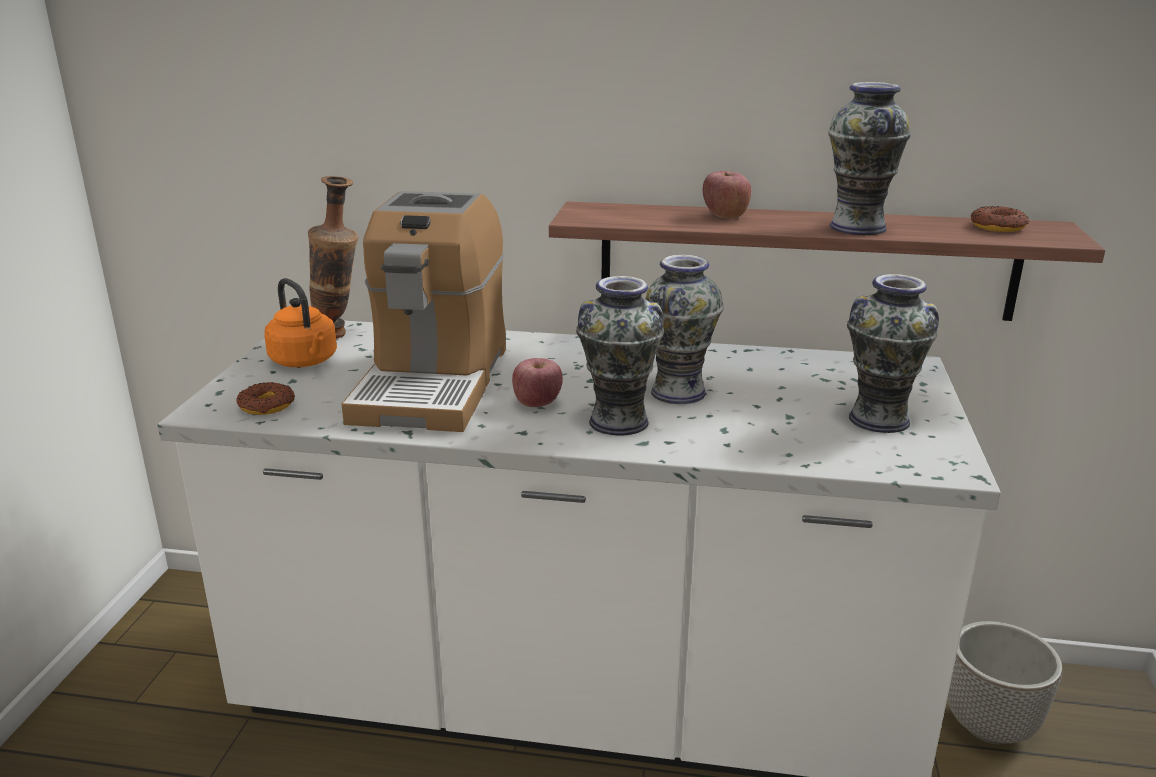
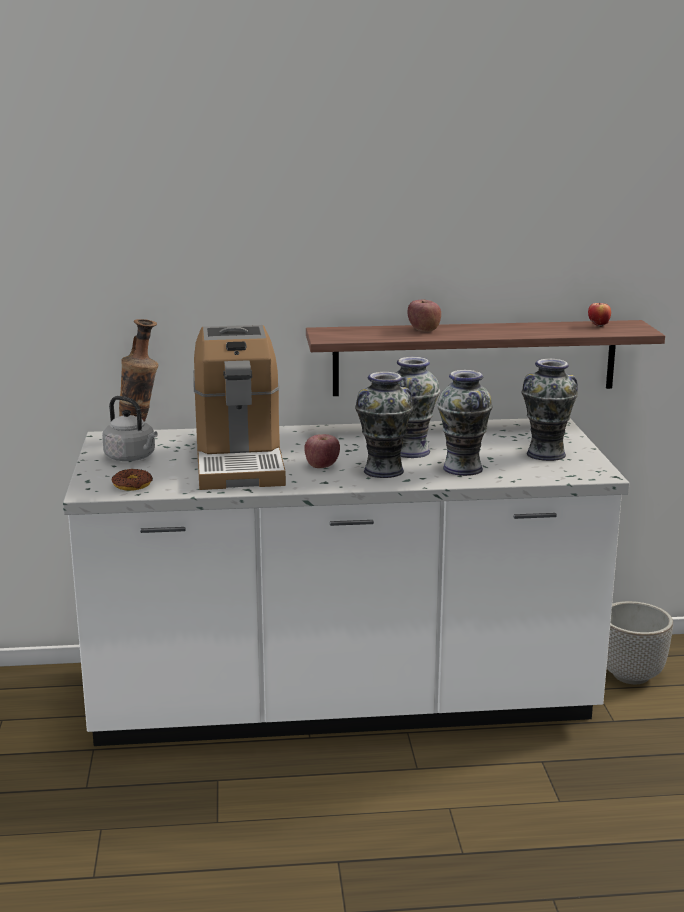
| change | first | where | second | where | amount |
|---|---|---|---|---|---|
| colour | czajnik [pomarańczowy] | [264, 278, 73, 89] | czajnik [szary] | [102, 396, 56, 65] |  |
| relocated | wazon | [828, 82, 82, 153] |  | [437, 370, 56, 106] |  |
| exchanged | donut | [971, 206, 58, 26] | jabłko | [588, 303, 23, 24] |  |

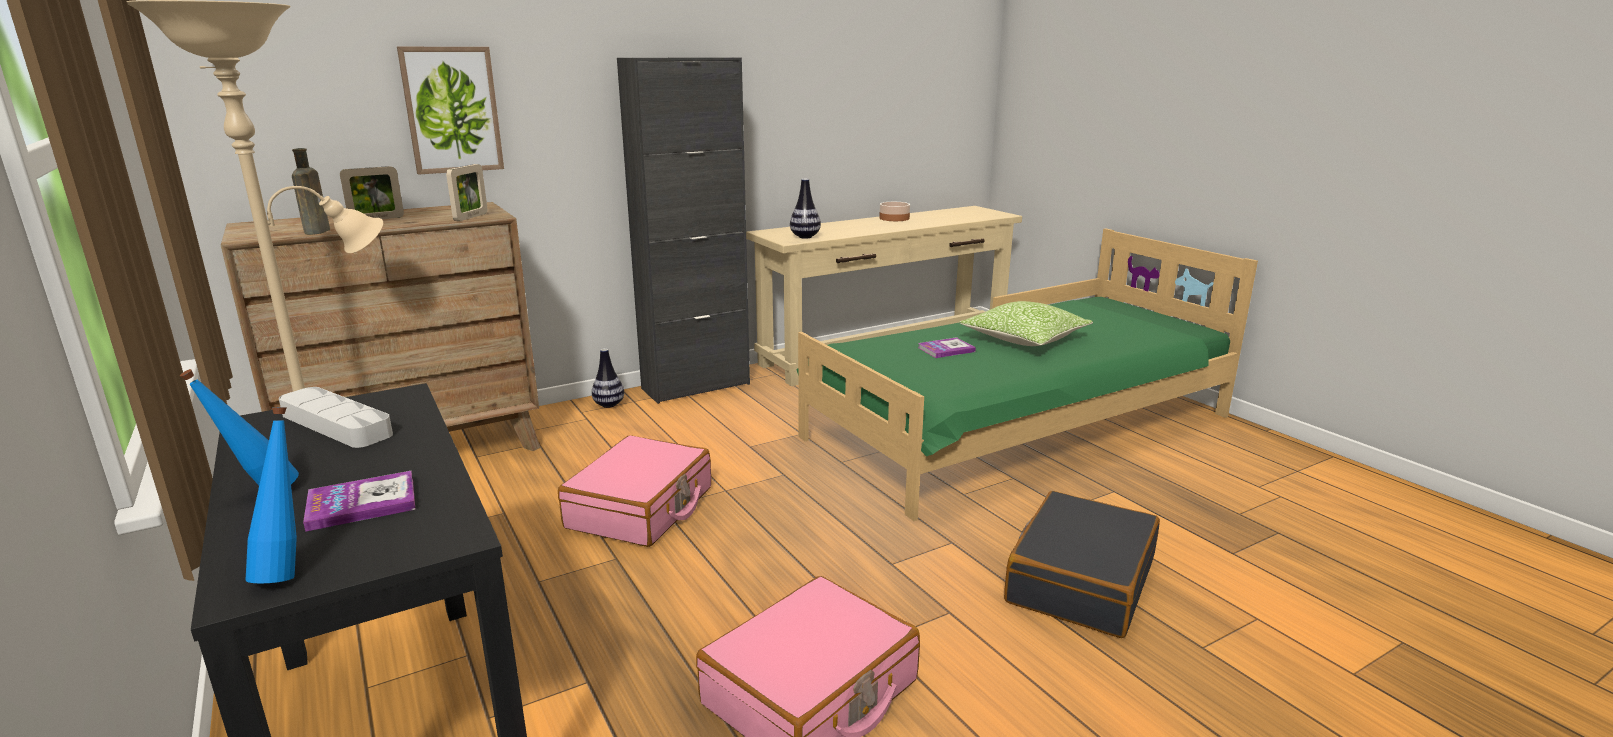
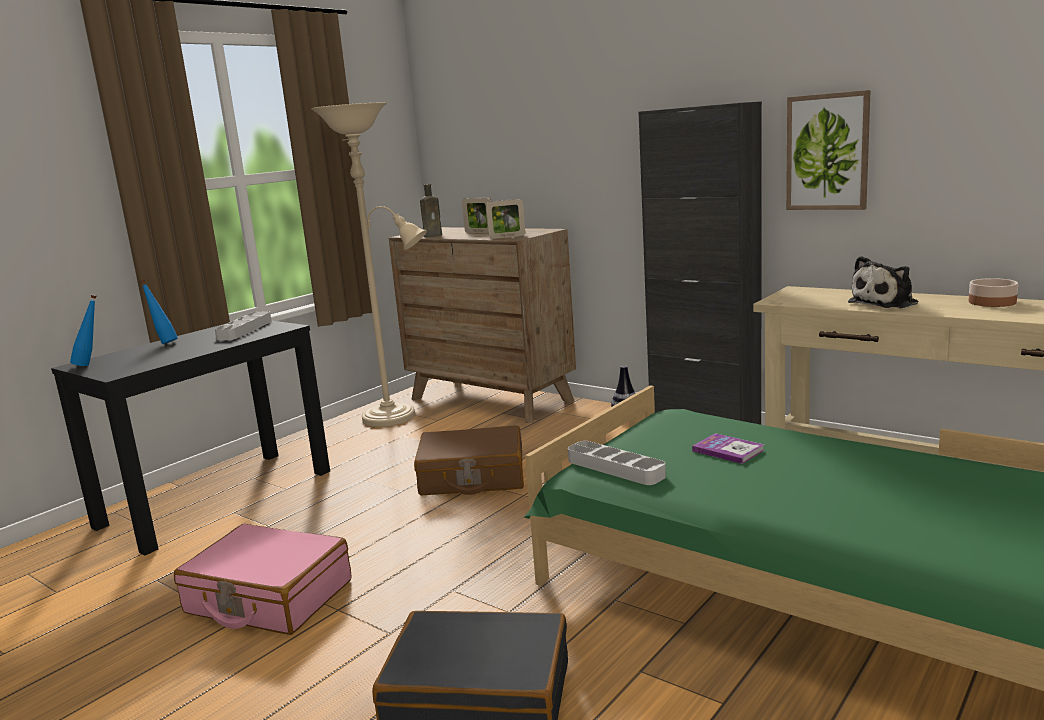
| change | first | where | second | where | amount |
|---|---|---|---|---|---|
| colour | walizka [różowy] | [558, 435, 153, 112] | walizka [brązowy] | [414, 425, 110, 70] |  |
| appeared |  |  | taca [szary] | [568, 441, 98, 44] |  |
| relocated | obraz | [397, 47, 107, 128] |  | [786, 90, 85, 120] |  |
| appeared |  |  | pluszak | [848, 256, 70, 52] |  |
| missing | książka | [303, 471, 113, 61] |  |  |  |
| missing | wazon | [790, 179, 31, 60] |  |  |  |
| missing | poduszka | [959, 301, 134, 45] |  |  |  |

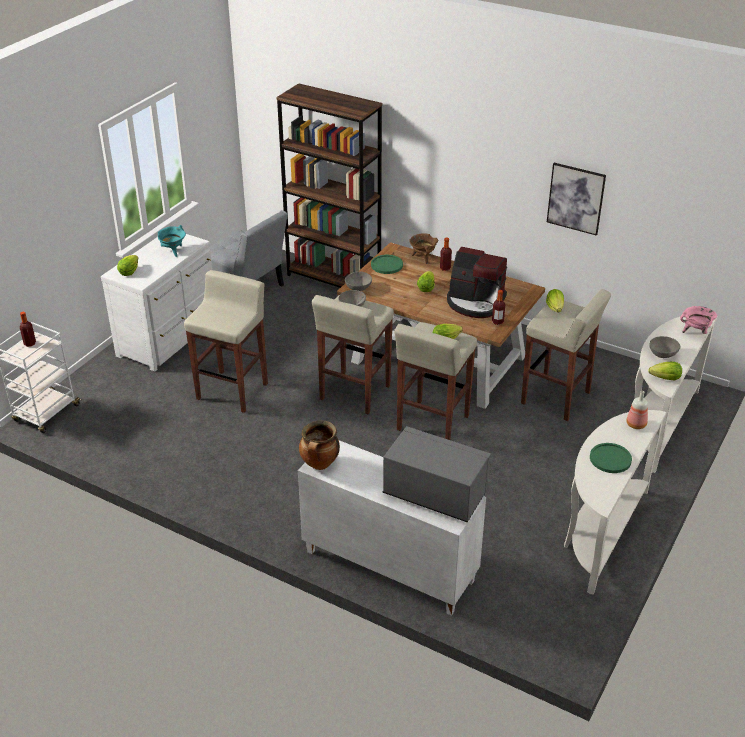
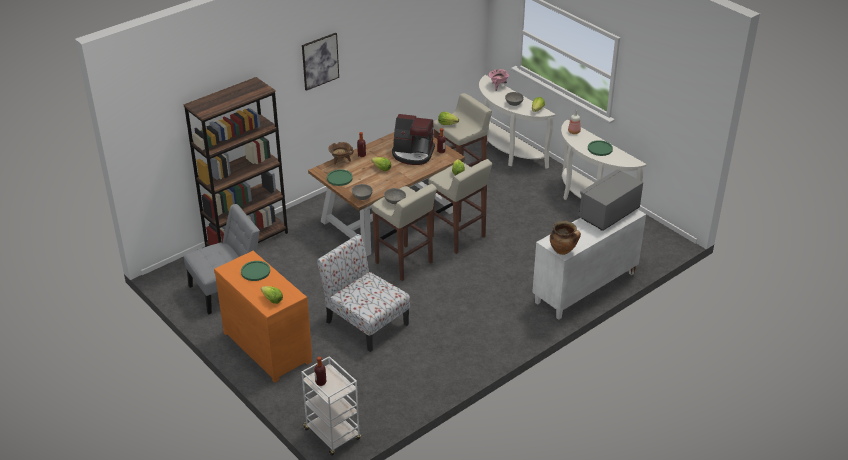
| change | first | where | second | where | amount |
|---|---|---|---|---|---|
| colour | komoda [biały] | [101, 234, 111, 137] | komoda [pomarańczowy] | [214, 251, 98, 132] |  |
| exchanged | garnek [turkusowy] | [158, 225, 28, 32] | talerz [zielony] | [241, 261, 29, 20] |  |
| relocated | obraz | [547, 163, 59, 73] |  | [302, 33, 37, 58] |  |
| exchanged | stołek [beżowy] | [184, 270, 84, 143] | krzesło | [317, 234, 93, 118] |  |
| spun | ekspres do kawy | [447, 247, 60, 71] |  | [392, 114, 43, 51] | 60 degrees clockwise |

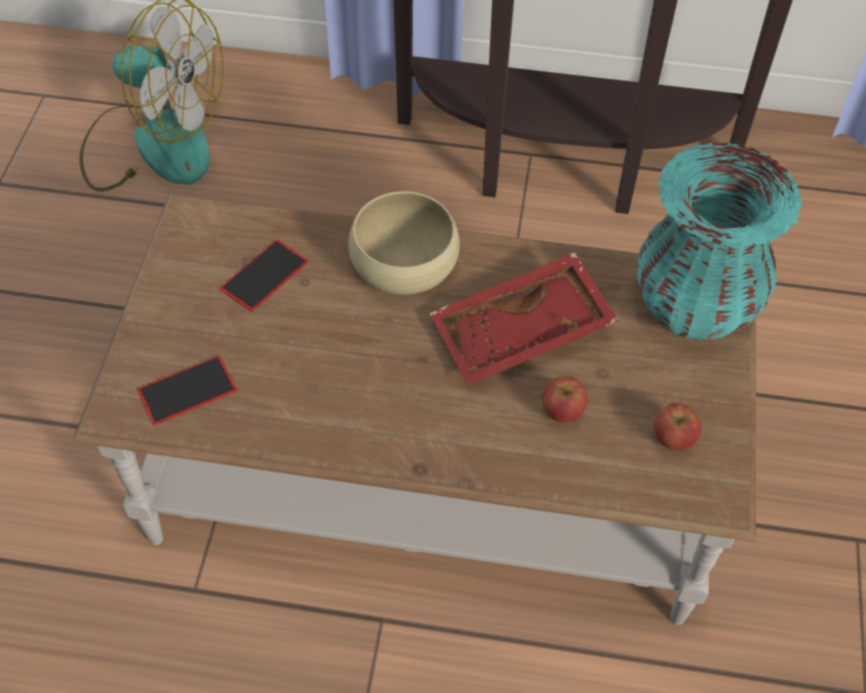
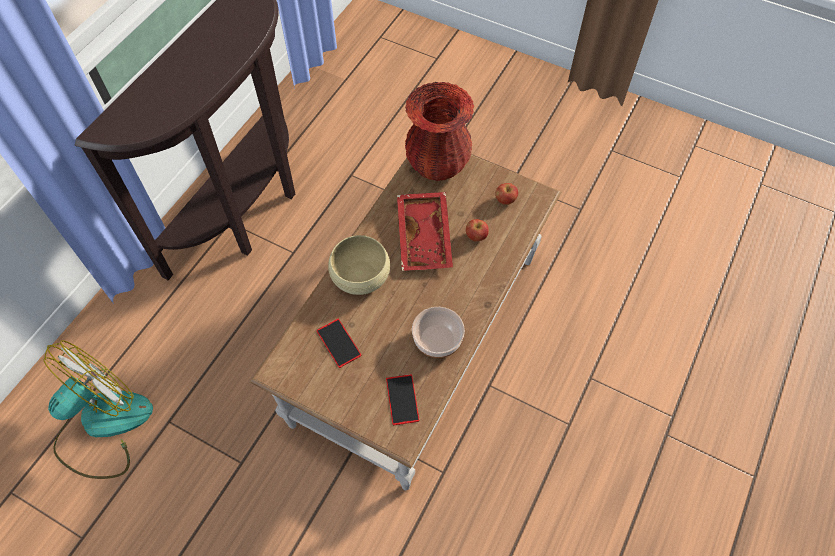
| change | first | where | second | where | amount |
|---|---|---|---|---|---|
| colour | wazon [turkusowy] | [637, 142, 166, 198] | wazon [czerwony] | [405, 82, 69, 99] |  |
| appeared |  |  | miska | [412, 307, 53, 51] |  |

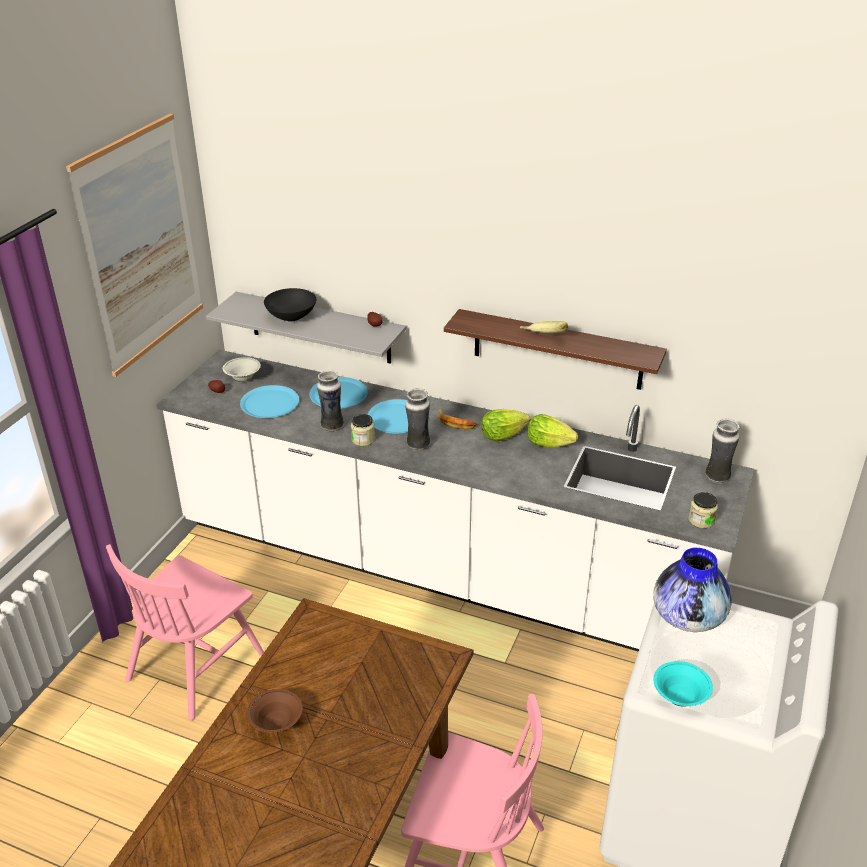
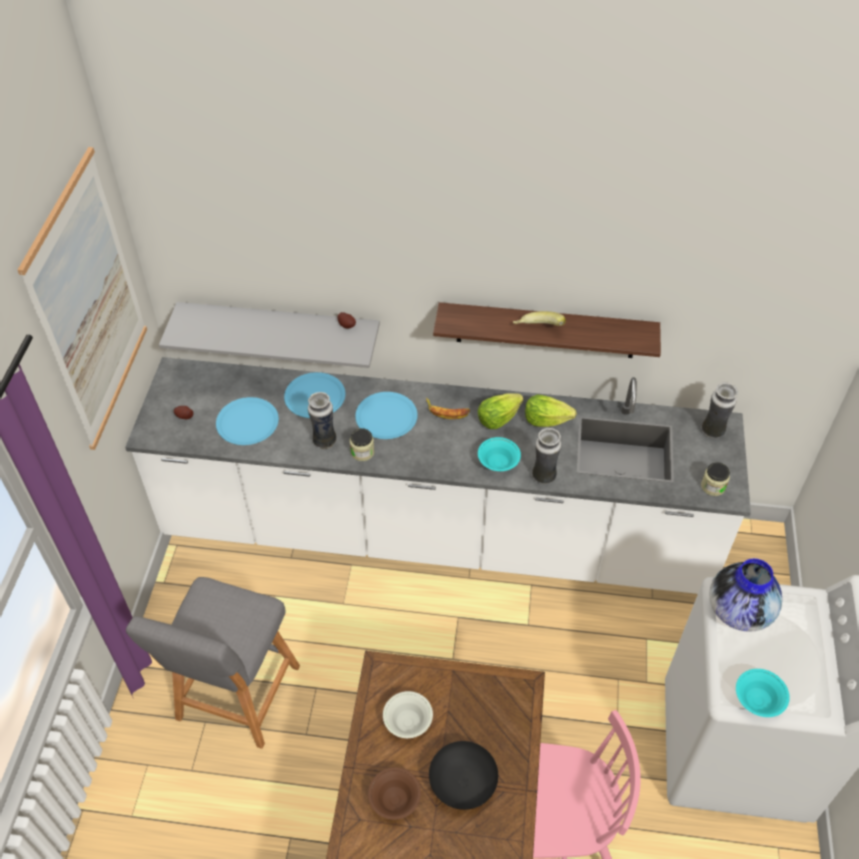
| change | first | where | second | where | amount |
|---|---|---|---|---|---|
| exchanged | krzesło [różowy] | [106, 544, 158, 176] | stołek [szary] | [126, 577, 174, 172] |  |
| relocated | miska [biały] | [223, 357, 38, 25] |  | [383, 691, 50, 47] |  |
| relocated | miska [czarny] | [264, 288, 52, 34] |  | [429, 741, 69, 69] |  |
| appeared |  |  | miska [turkusowy] | [478, 437, 43, 34] |  |
| relocated | wazon | [405, 388, 25, 63] |  | [532, 428, 29, 56] |  |

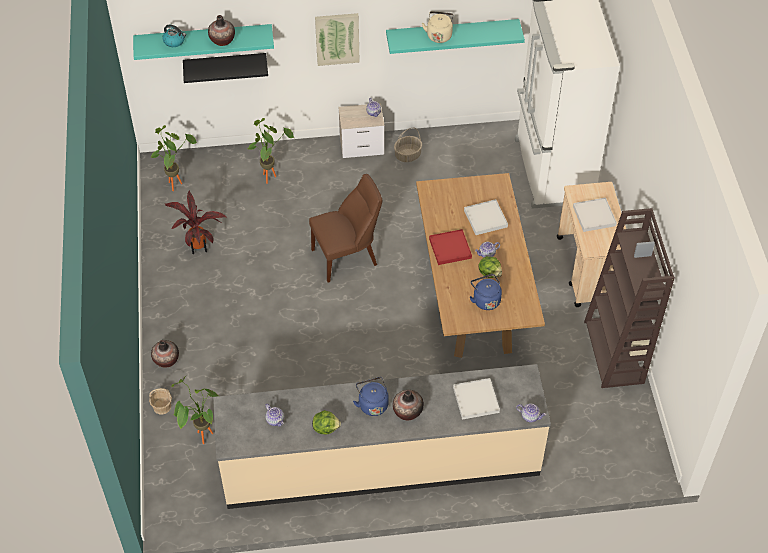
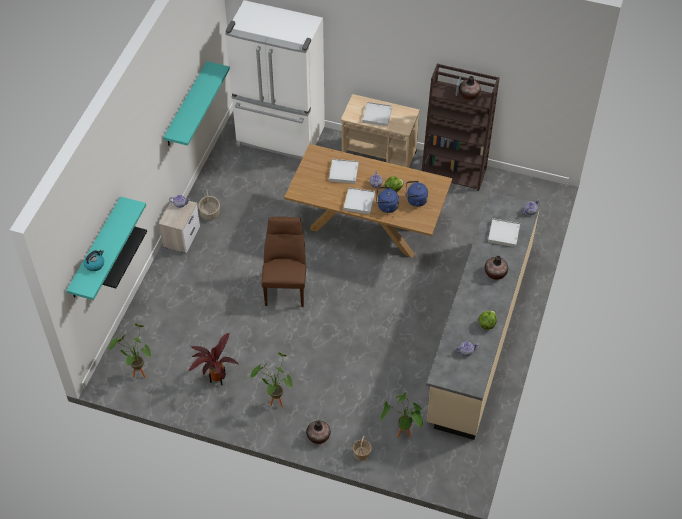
| change | first | where | second | where | amount |
|---|---|---|---|---|---|
| relocated | roślina doniczkowa | [247, 118, 47, 66] |  | [250, 352, 43, 55] |  |
| colour | taca [czerwony] | [429, 229, 43, 36] | taca [biały] | [343, 187, 32, 27] |  |
| relocated | czajnik [niebieski] | [353, 377, 36, 39] |  | [376, 187, 23, 26] |  |
| relocated | wazon | [208, 15, 27, 31] |  | [459, 76, 22, 24] |  |
| missing | obraz | [315, 13, 45, 53] |  |  |  |
| missing | czajnik [beżowy] | [422, 11, 32, 32] |  |  |  |

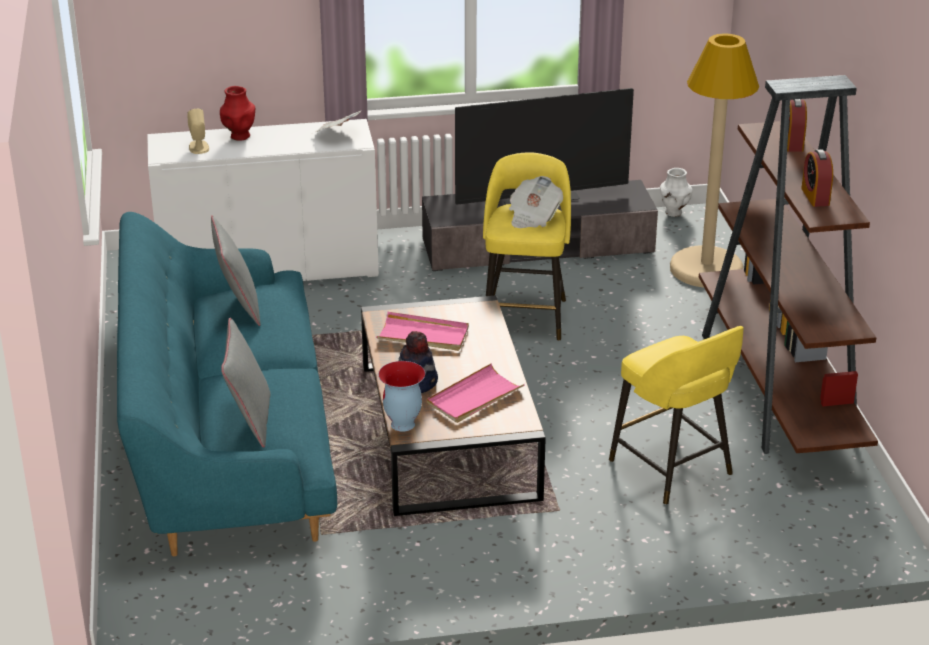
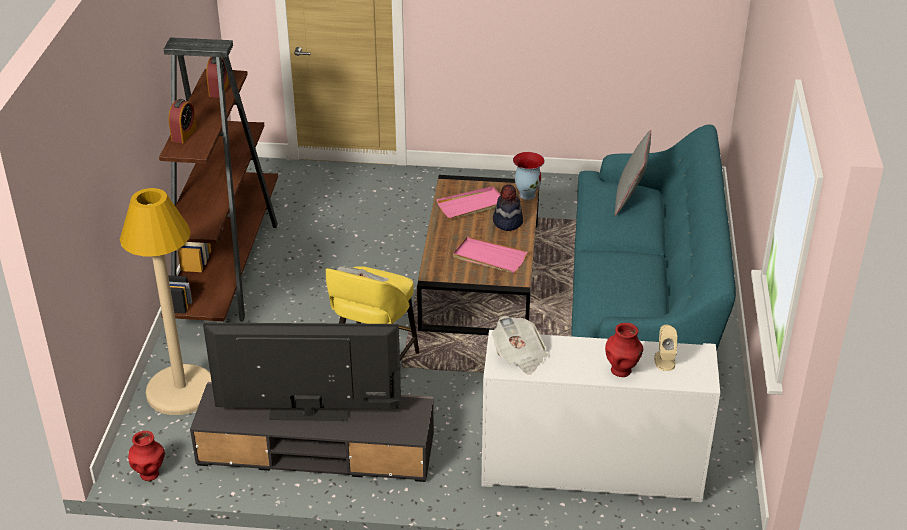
| change | first | where | second | where | amount |
|---|---|---|---|---|---|
| colour | wazon [biały] | [660, 168, 33, 49] | wazon [czerwony] | [128, 431, 37, 50] |  |
| missing | poduszka [szary] | [211, 215, 50, 111] |  |  |  |
| missing | stołek [żółty] | [609, 326, 135, 178] |  |  |  |

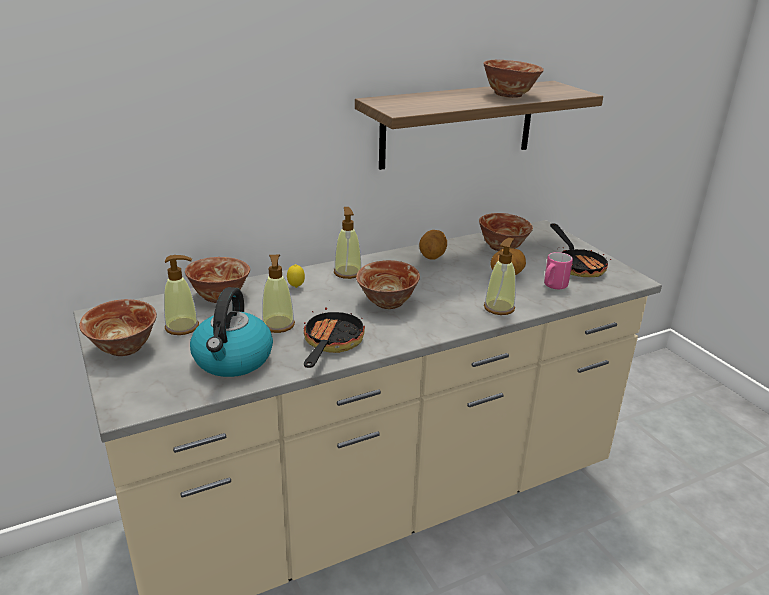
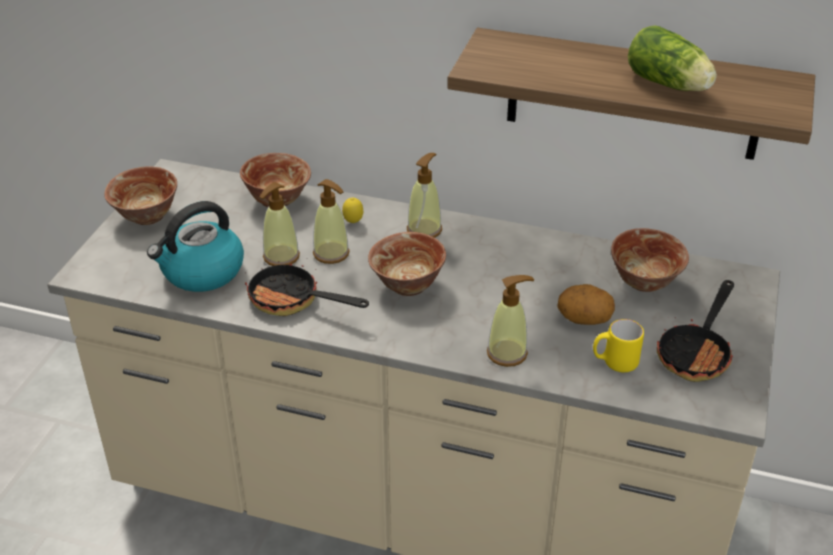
| change | first | where | second | where | amount |
|---|---|---|---|---|---|
| spun | patelnia | [303, 307, 62, 61] |  | [245, 258, 124, 58] | 120 degrees counterclockwise |
| relocated | dozownik mydła | [164, 255, 35, 80] |  | [313, 179, 37, 85] |  |
| colour | kubek [różowy] | [544, 252, 29, 37] | kubek [żółty] | [593, 319, 51, 53] |  |
| exchanged | miska | [484, 60, 60, 38] | sałata | [628, 25, 89, 66] |  |
| missing | ziemniak | [419, 230, 28, 30] |  |  |  |

